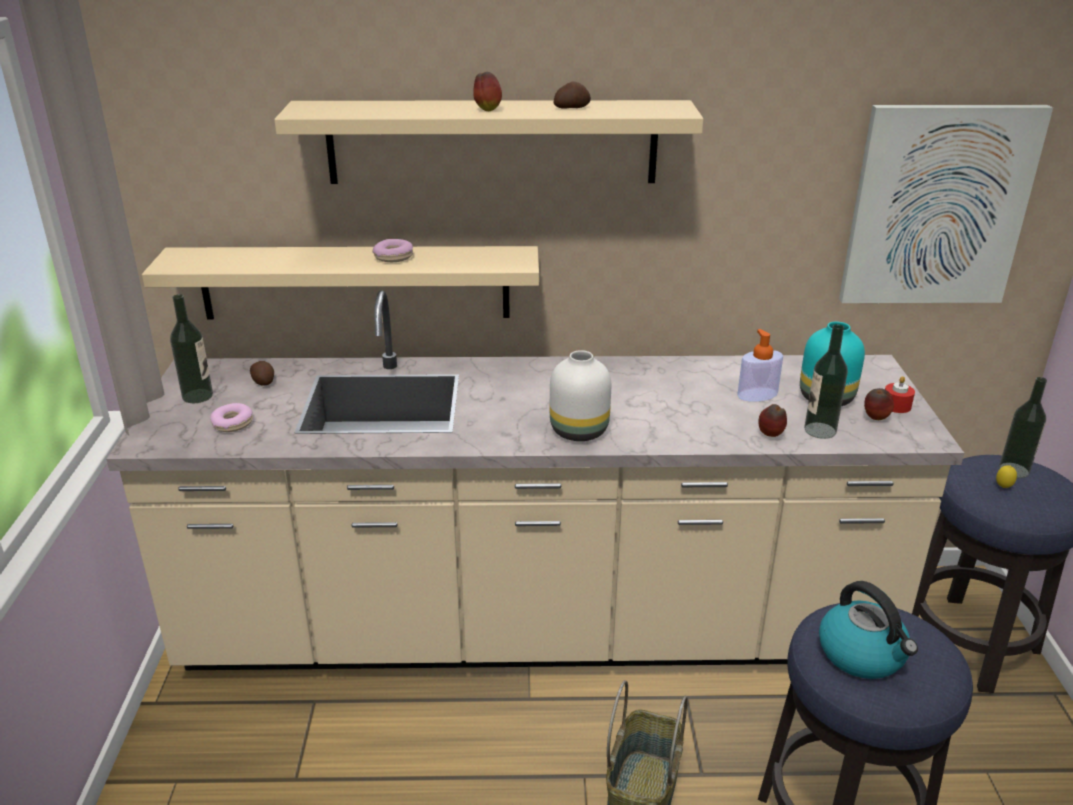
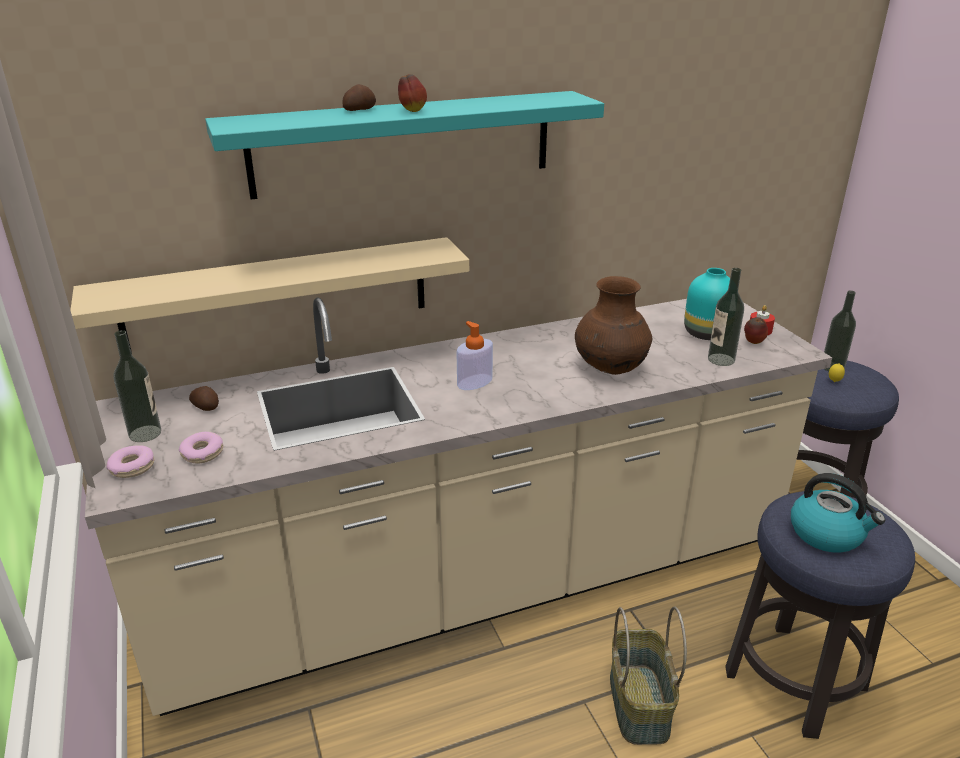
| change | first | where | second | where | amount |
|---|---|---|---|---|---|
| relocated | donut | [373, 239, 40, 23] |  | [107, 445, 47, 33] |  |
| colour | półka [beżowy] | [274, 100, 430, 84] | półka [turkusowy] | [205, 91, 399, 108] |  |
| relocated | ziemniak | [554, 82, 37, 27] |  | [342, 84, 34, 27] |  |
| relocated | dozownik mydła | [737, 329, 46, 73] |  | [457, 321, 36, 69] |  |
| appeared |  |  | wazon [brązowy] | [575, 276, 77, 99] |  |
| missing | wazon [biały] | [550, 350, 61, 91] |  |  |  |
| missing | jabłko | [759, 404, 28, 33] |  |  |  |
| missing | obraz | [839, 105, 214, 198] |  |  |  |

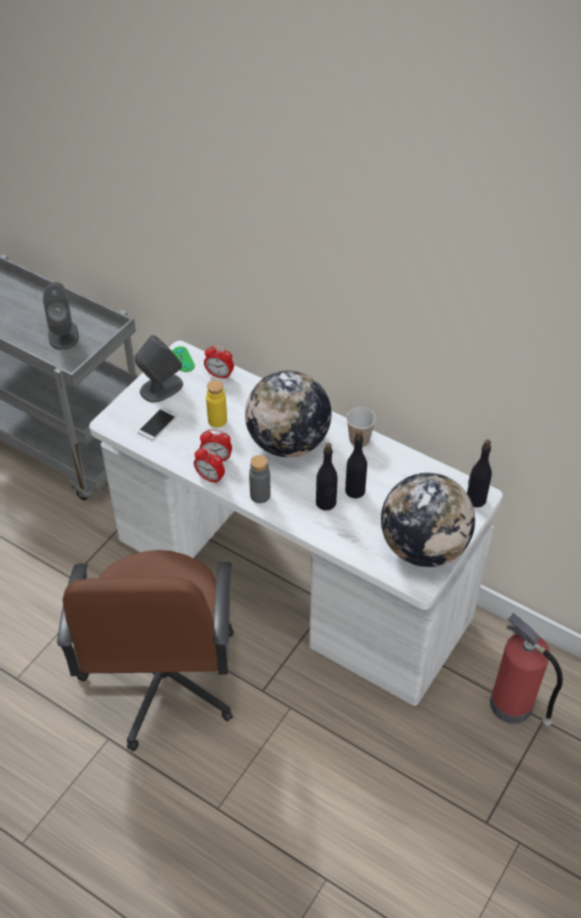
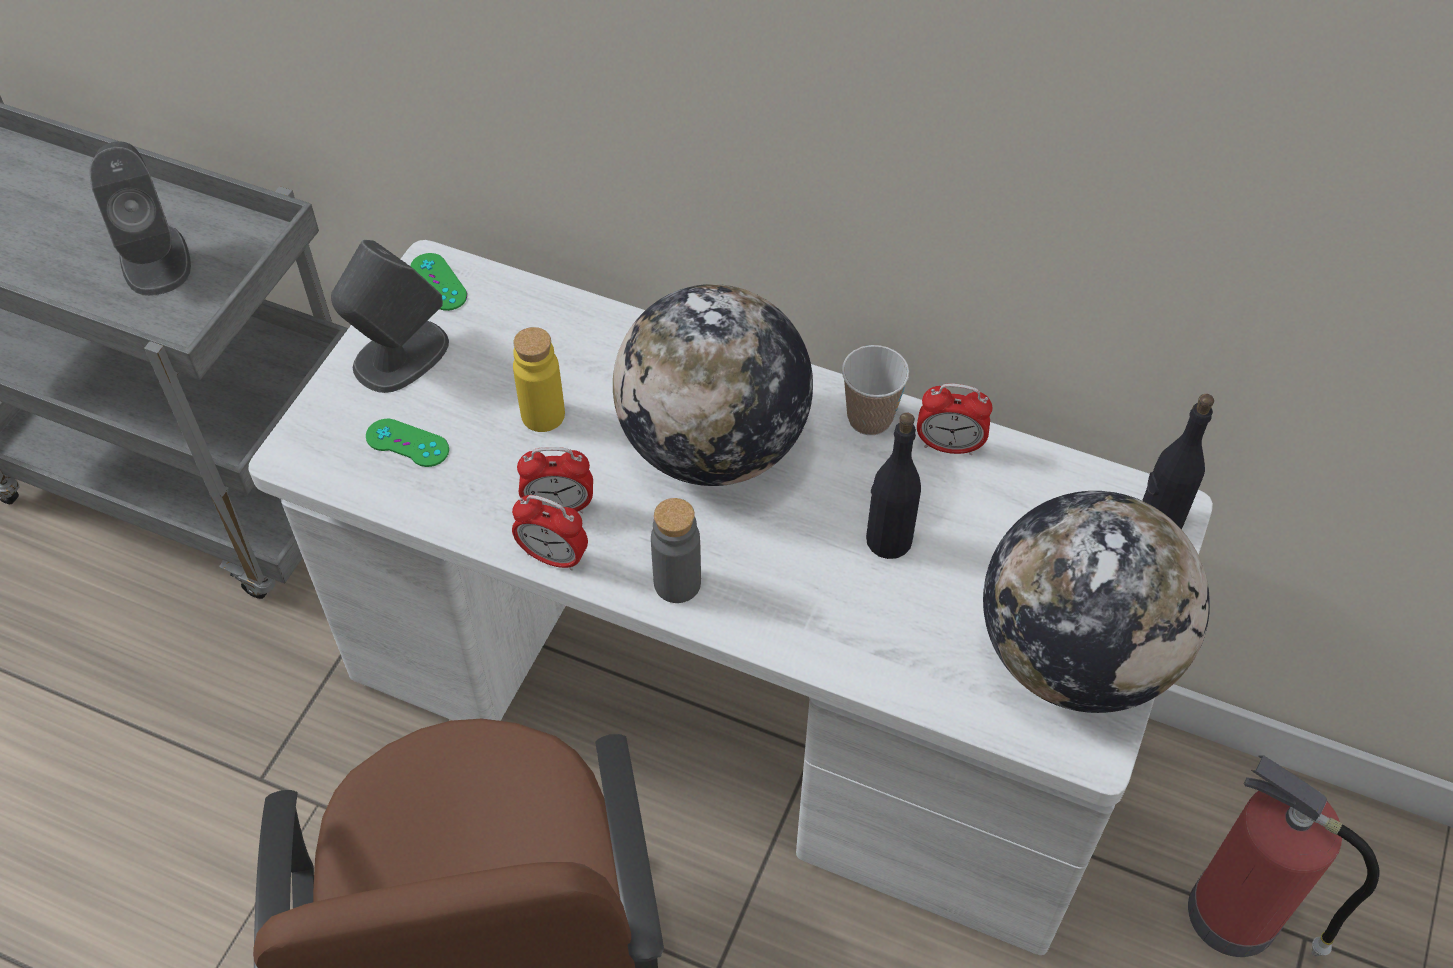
| change | first | where | second | where | amount |
|---|---|---|---|---|---|
| exchanged | telefon | [138, 407, 39, 34] | pad do gier [zielony] | [366, 419, 83, 48] |  |
| relocated | budzik | [204, 345, 30, 35] |  | [917, 383, 76, 72] |  |
| missing | butelka [czarny] | [316, 443, 22, 67] |  |  |  |

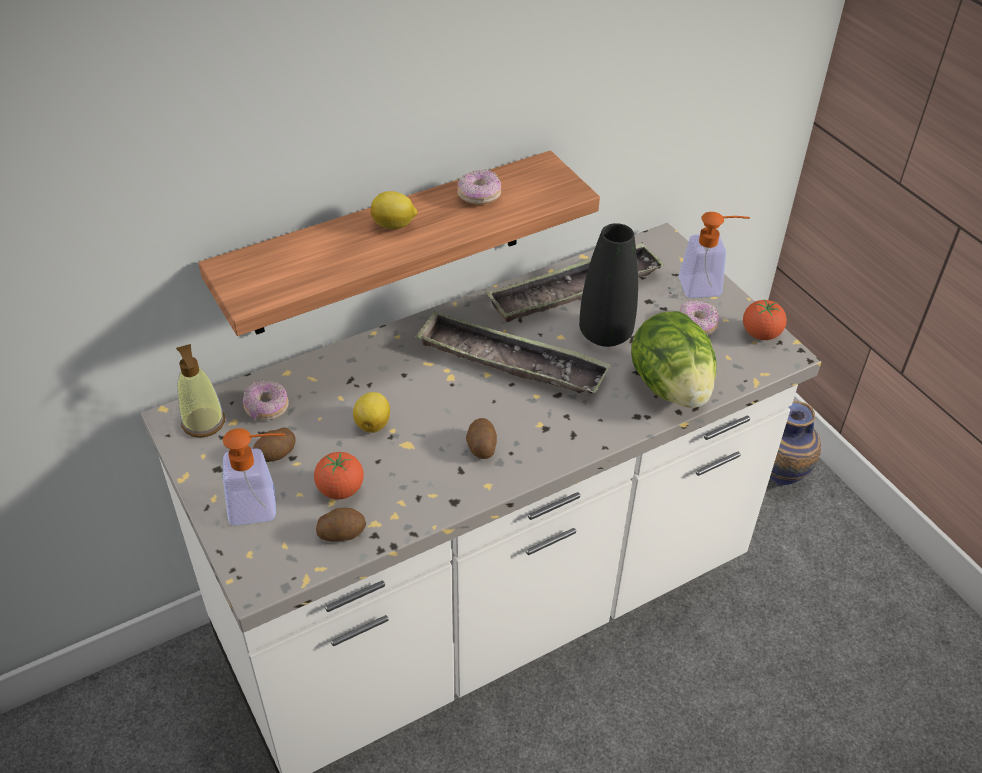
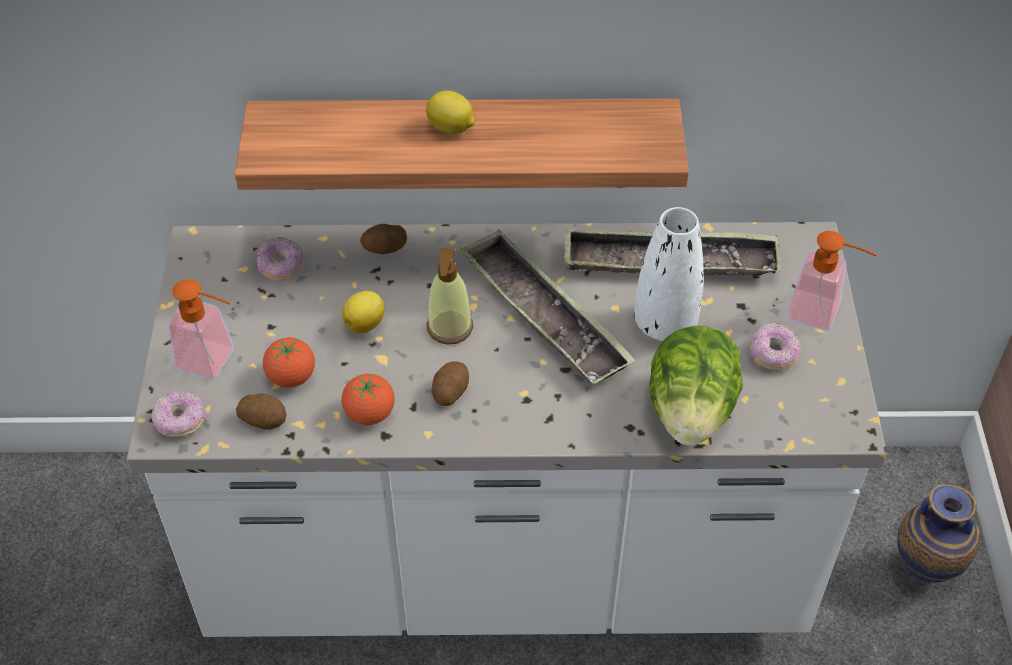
| change | first | where | second | where | amount |
|---|---|---|---|---|---|
| relocated | donut | [457, 169, 44, 36] |  | [152, 391, 54, 46] |  |
| relocated | pomidor | [743, 300, 44, 40] |  | [342, 374, 53, 51] |  |
| relocated | ziemniak | [253, 427, 43, 35] |  | [360, 224, 47, 30] |  |
| relocated | dozownik mydła | [176, 344, 49, 94] |  | [427, 248, 46, 97] |  |
| colour | wazon [czarny] | [579, 223, 59, 124] | wazon [biały] | [634, 207, 69, 134] |  |

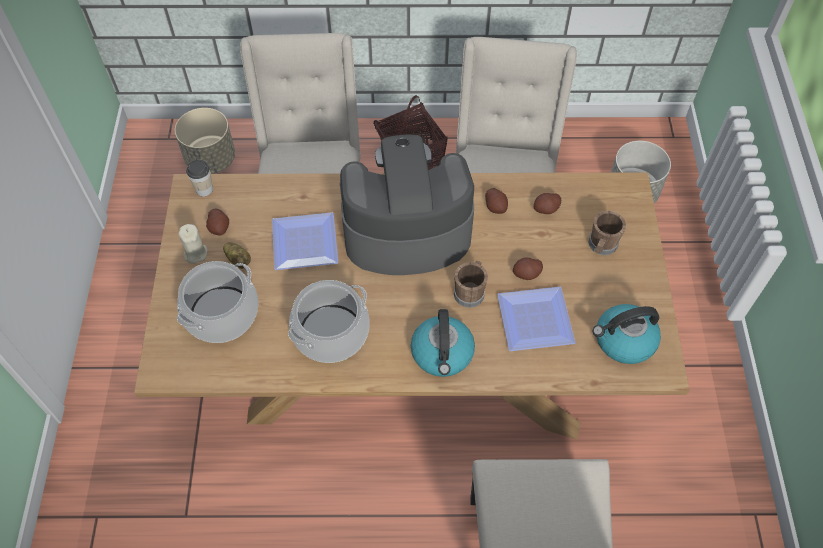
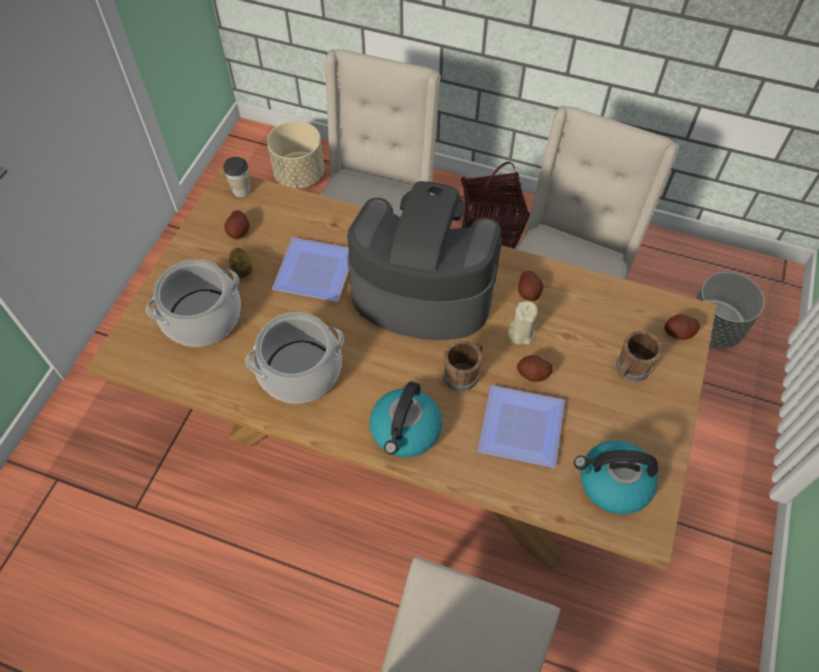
| change | first | where | second | where | amount |
|---|---|---|---|---|---|
| relocated | świeca [beżowy] | [178, 224, 29, 40] |  | [508, 301, 30, 44] |  |
| relocated | ziemniak | [534, 193, 27, 21] |  | [664, 315, 36, 25] |  |

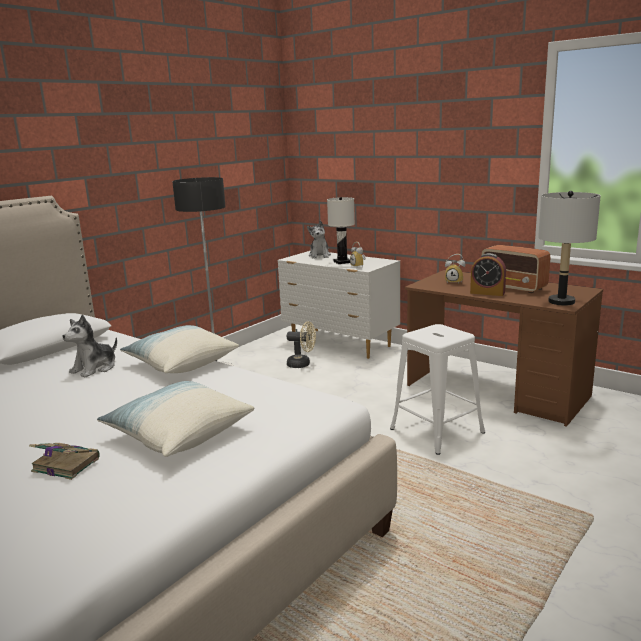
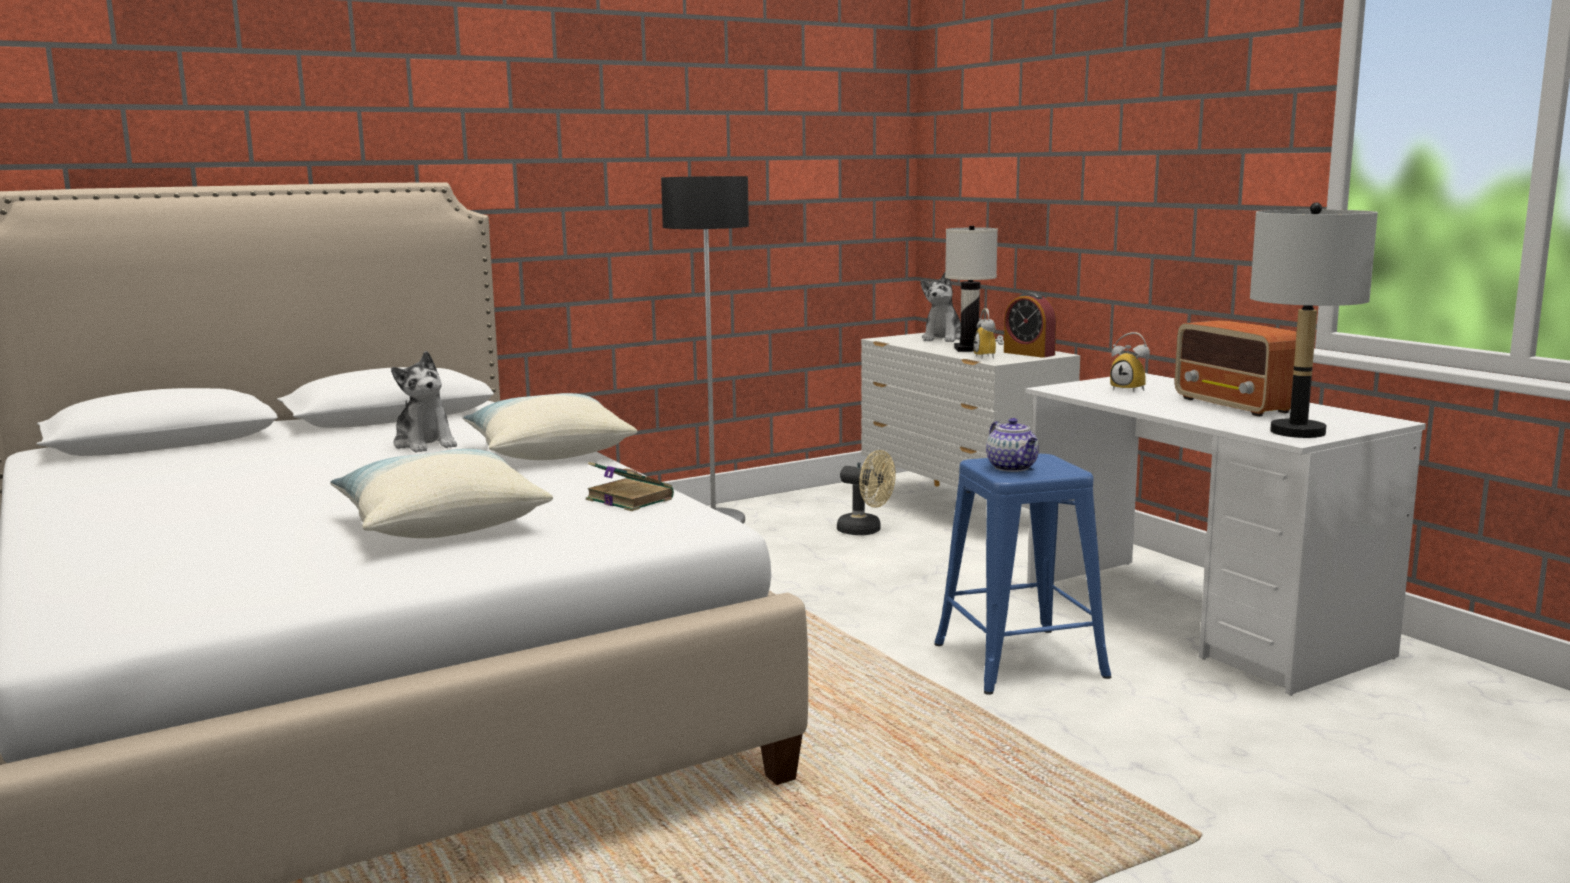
| change | first | where | second | where | amount |
|---|---|---|---|---|---|
| spun | pluszak | [63, 314, 54, 64] |  | [391, 351, 66, 102] | 90 degrees counterclockwise |
| relocated | książka | [29, 443, 71, 37] |  | [586, 462, 88, 49] |  |
| colour | stołek [biały] | [390, 324, 95, 131] | stołek [niebieski] | [934, 454, 178, 241] |  |
| appeared |  |  | imbryk | [986, 418, 53, 54] |  |
| relocated | budzik | [470, 253, 36, 43] |  | [1004, 292, 52, 66] |  |
| colour | biurko [brązowy] | [405, 270, 198, 157] | biurko [biały] | [1025, 373, 401, 323] |  |

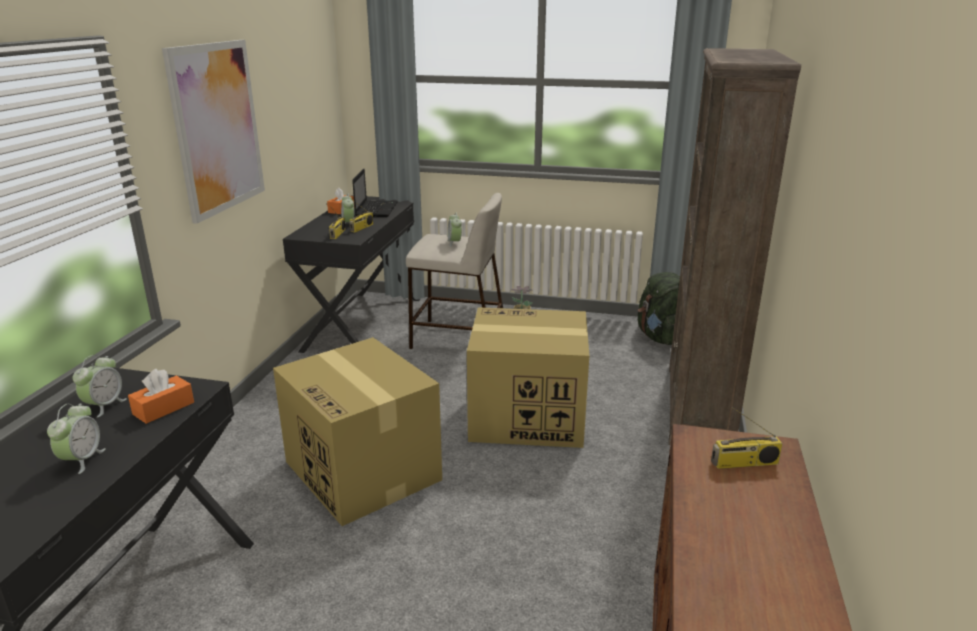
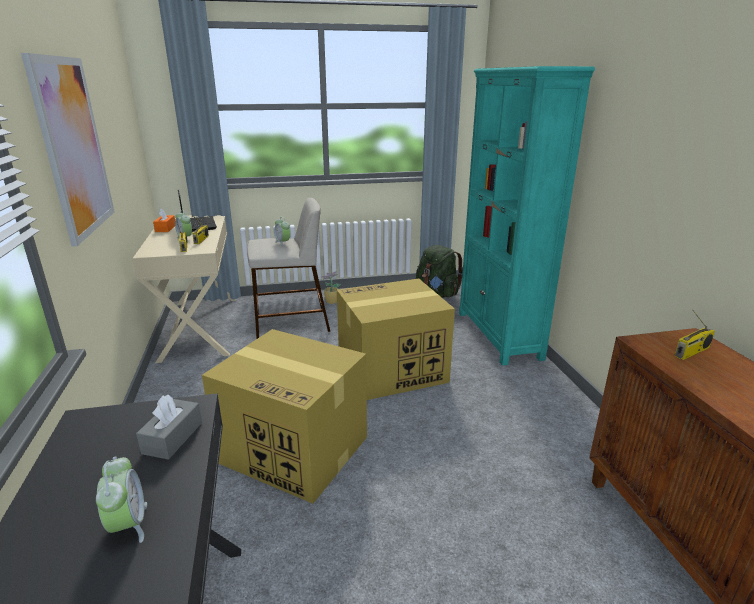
| change | first | where | second | where | amount |
|---|---|---|---|---|---|
| colour | biurko [czarny] | [283, 195, 137, 158] | biurko [beżowy] | [132, 215, 104, 148] |  |
| colour | pudełko chusteczek [pomarańczowy] | [128, 369, 66, 55] | pudełko chusteczek [szary] | [136, 395, 66, 65] |  |
| colour | regał [brązowy] | [669, 48, 132, 397] | regał [turkusowy] | [459, 66, 136, 300] |  |
| missing | budzik | [73, 355, 54, 63] |  |  |  |

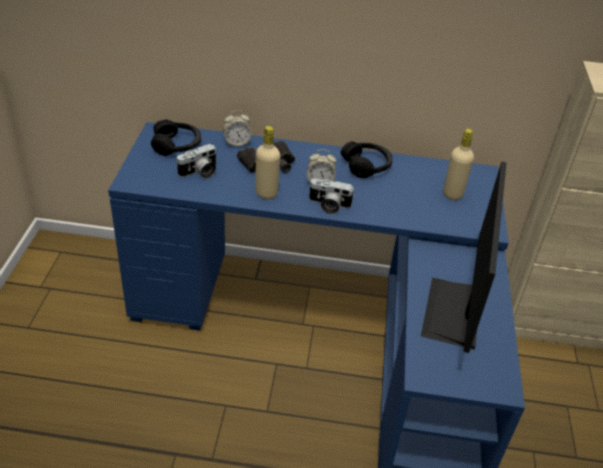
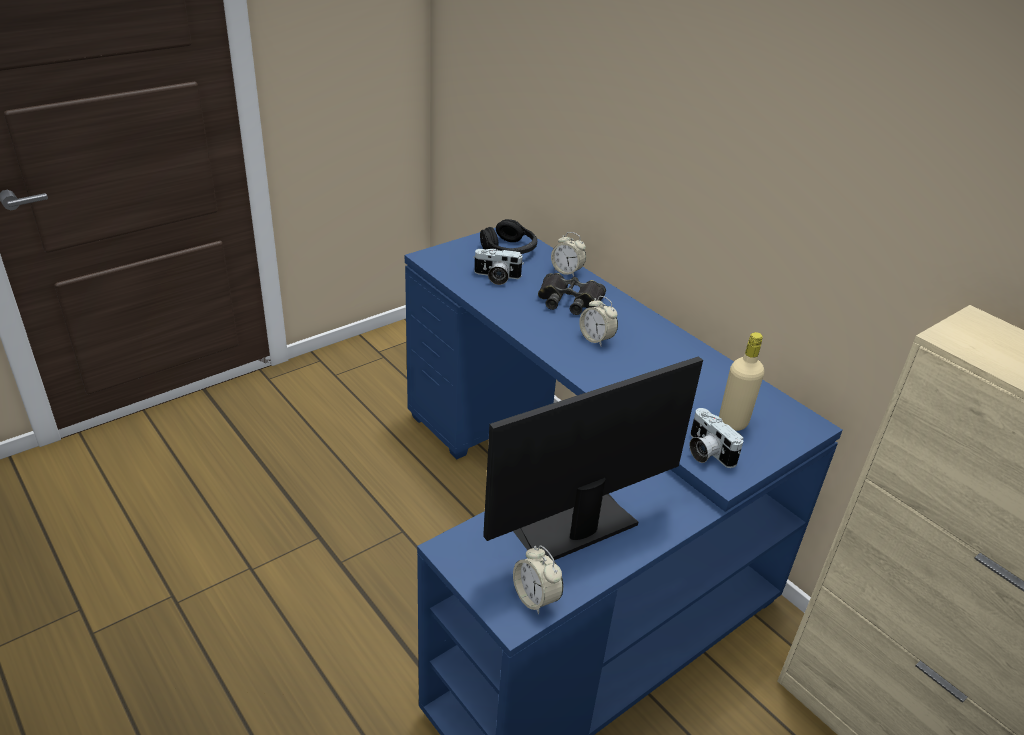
| change | first | where | second | where | amount |
|---|---|---|---|---|---|
| appeared |  |  | budzik | [513, 545, 50, 69] |  |
| relocated | aparat fotograficzny | [309, 179, 45, 35] |  | [689, 408, 55, 60] |  |
| missing | butelka [beżowy] | [255, 126, 25, 73] |  |  |  |
| missing | słuchawki [czarny] | [341, 141, 52, 37] |  |  |  |

